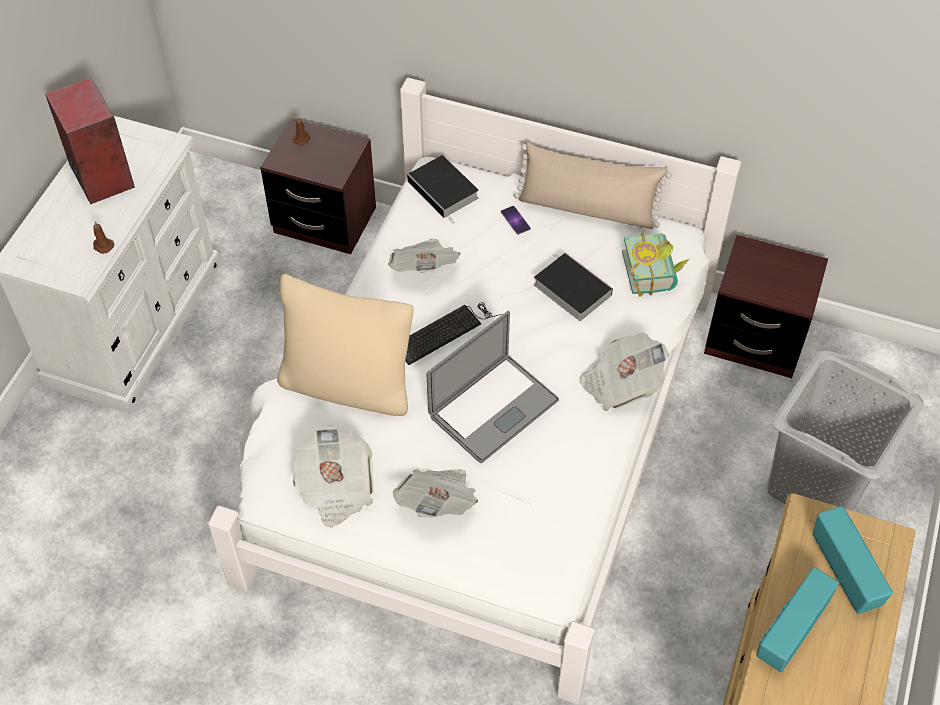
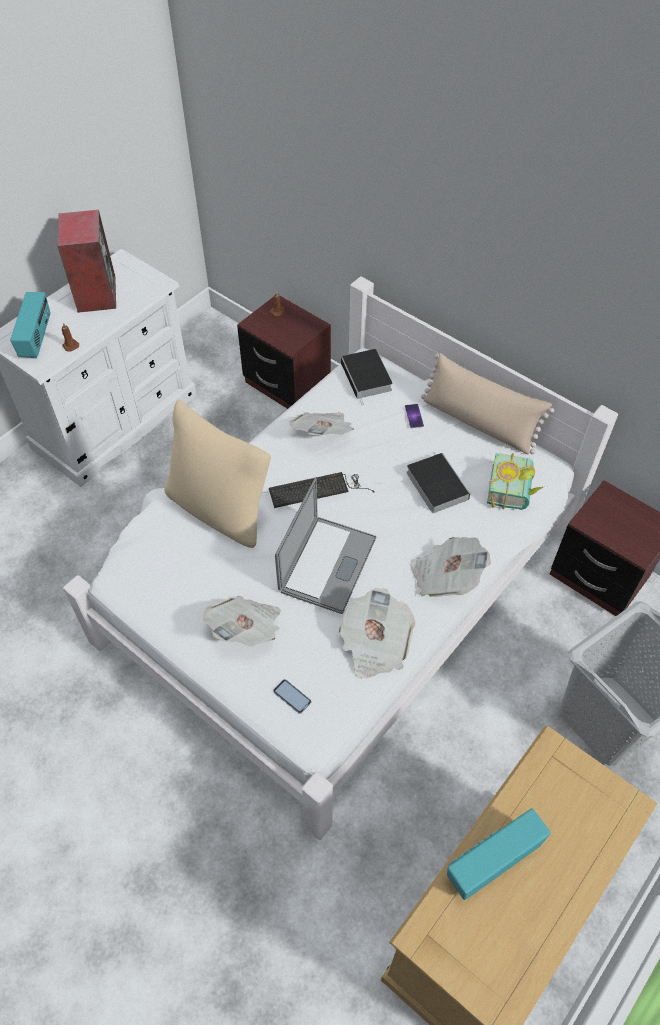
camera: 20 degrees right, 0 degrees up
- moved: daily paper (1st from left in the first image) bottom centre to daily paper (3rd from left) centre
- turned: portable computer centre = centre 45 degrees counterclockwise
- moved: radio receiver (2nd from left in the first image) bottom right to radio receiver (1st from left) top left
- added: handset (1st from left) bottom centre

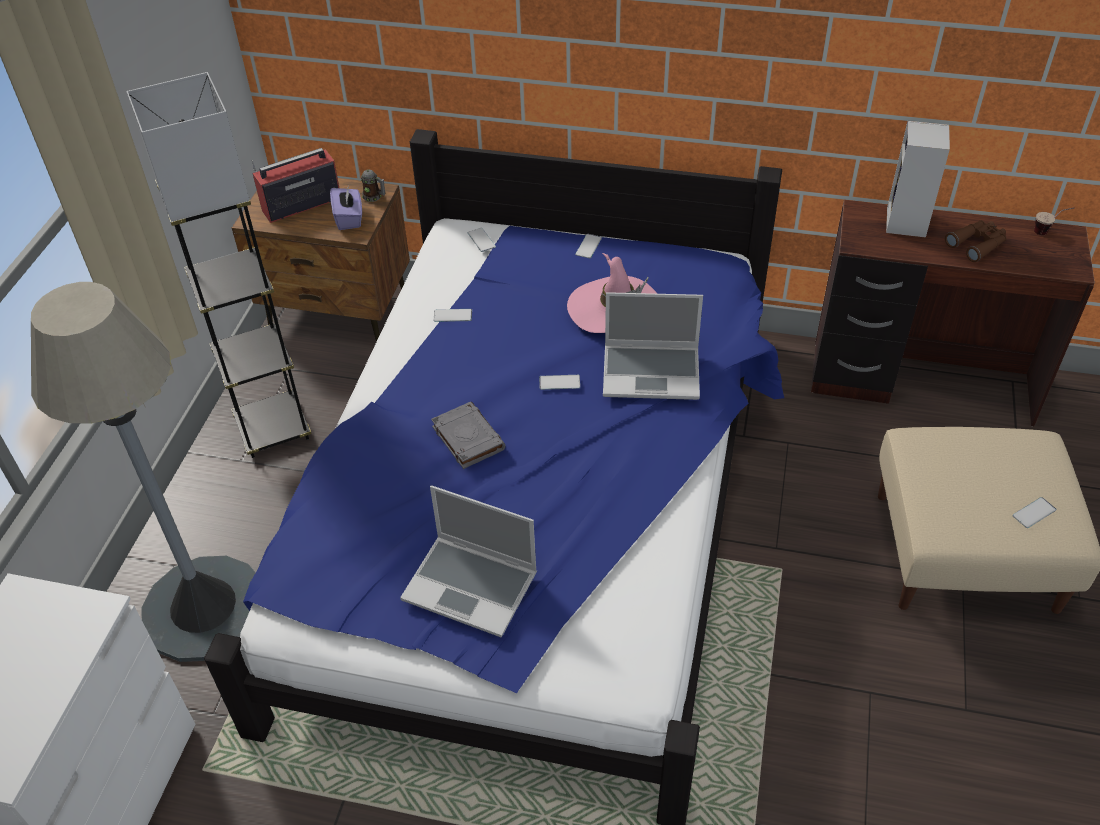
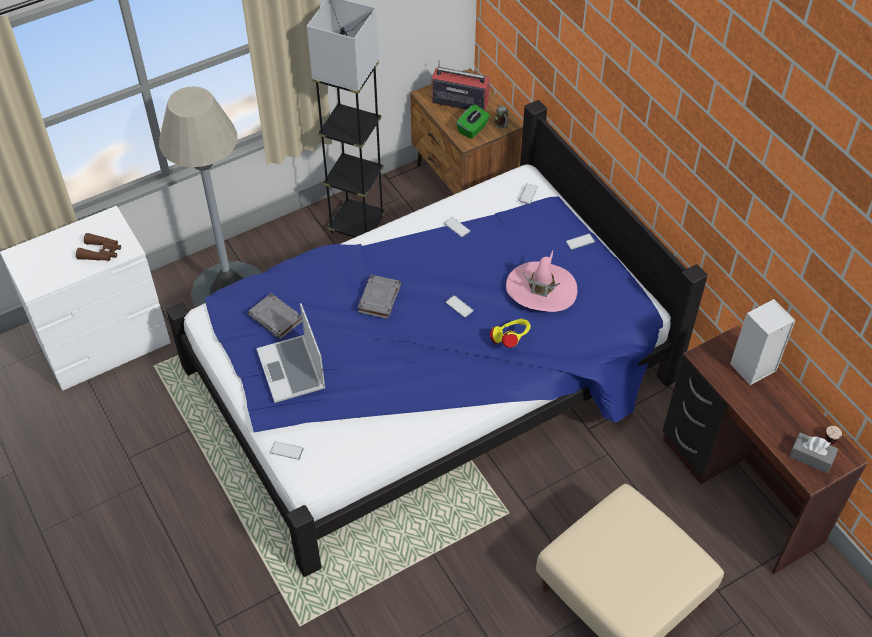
camera: 45 degrees right, 5 degrees up
- recoloured: purplish tissue holder top left to greenish tissue holder top centre
- replaced: portable computer (2nd from left) centre to yellowish headset centre
- moved: brown-coloured pair of binoculars top right to middle left
- moved: handset (5th from left in the first image) middle right to handset (1st from left) bottom left
- added: greyish volume (1st from left) middle left
- added: greyish tissue holder bottom right

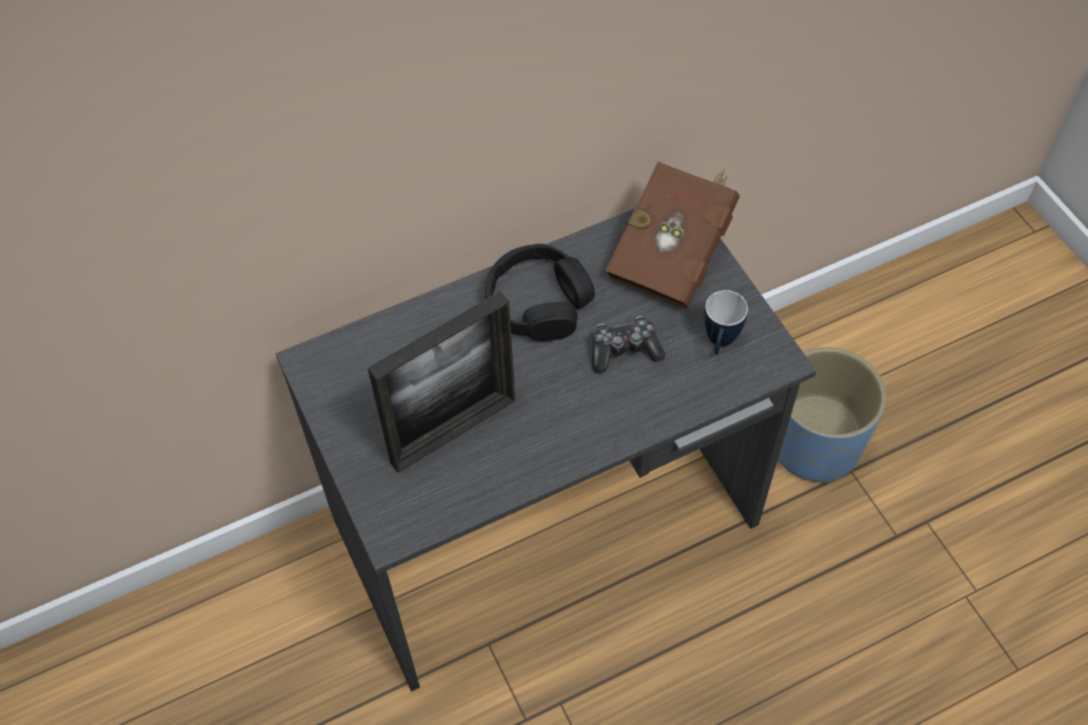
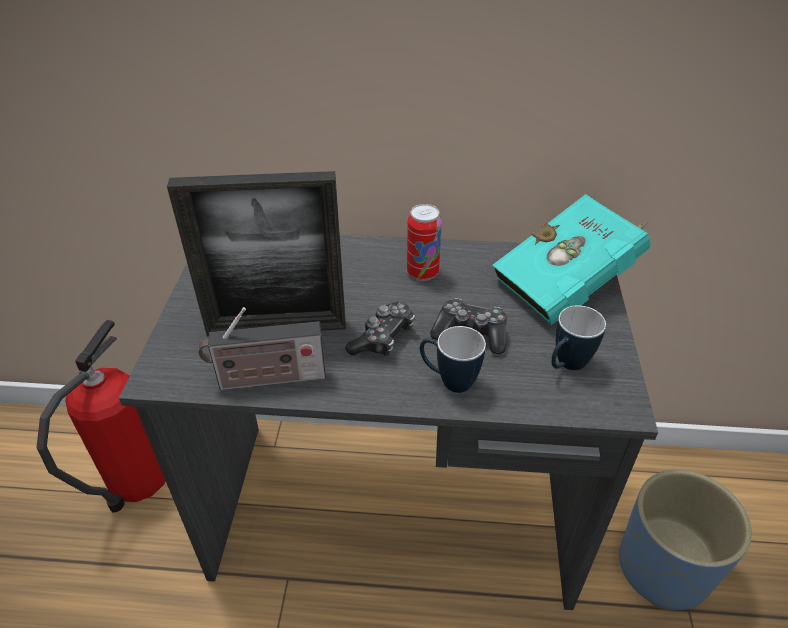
camera: 30 degrees right, 15 degrees down
- replaced: blackish headset centre to sealed can centre
- recoloured: brown-coloured volume top centre to turquoise volume middle right
- added: fire extinguisher middle left
- added: radio receiver middle left
- added: game controller (1st from left) centre
- added: mug (1st from left) centre

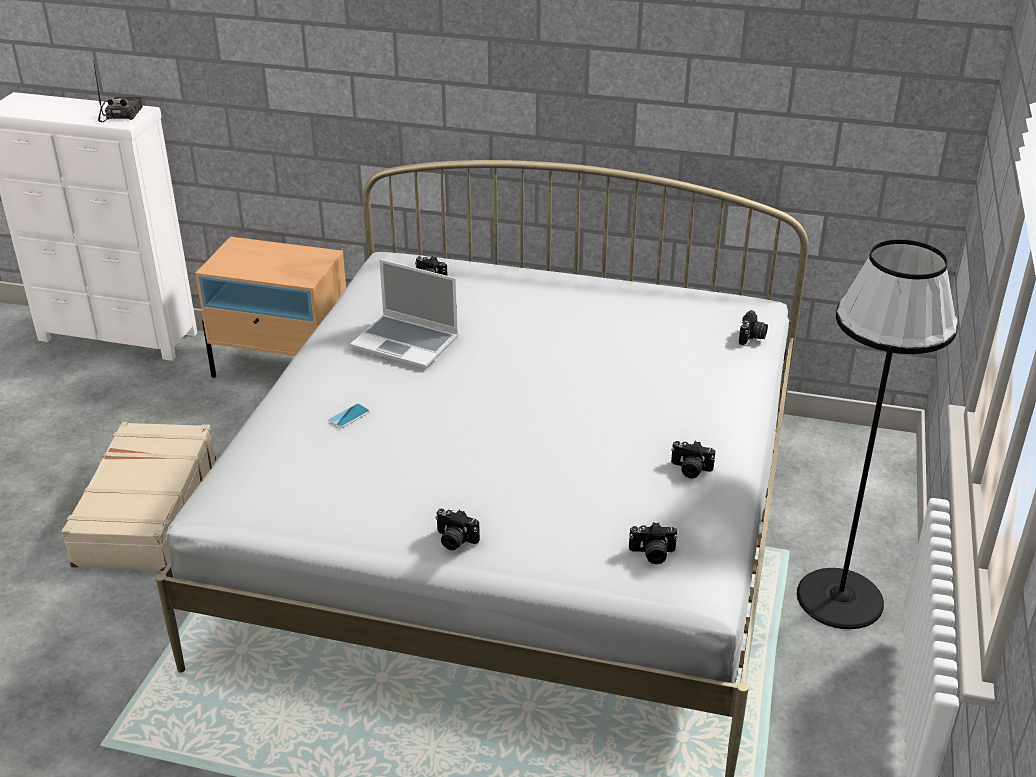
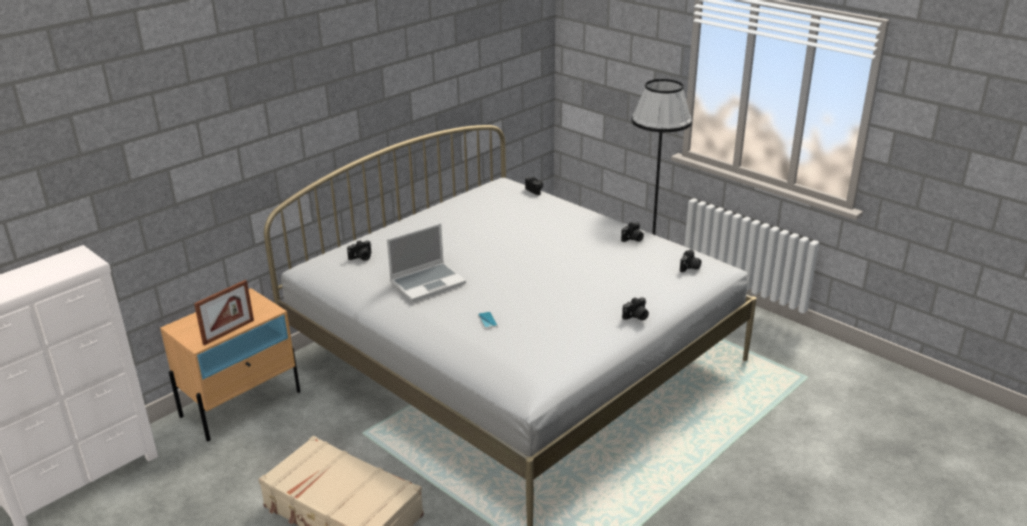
camera: 60 degrees left, 5 degrees down
- removed: radio receiver top left
- added: picture frame middle left

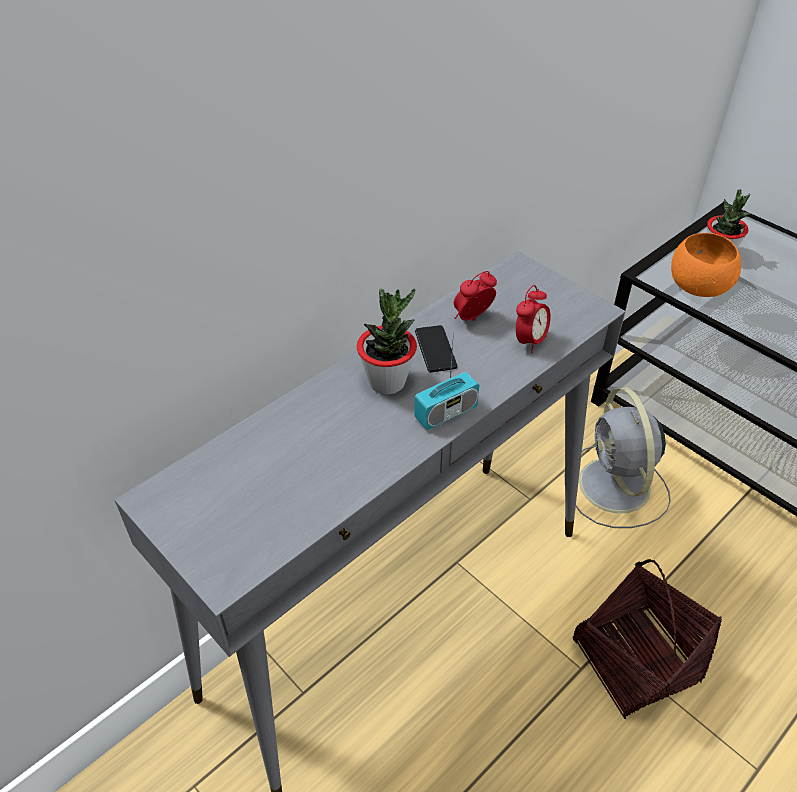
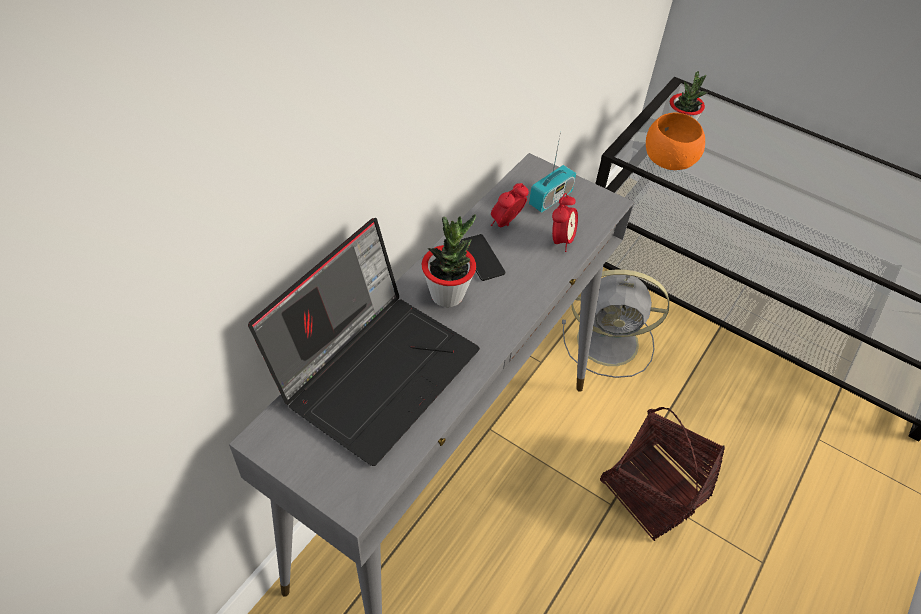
camera: 15 degrees left, 5 degrees up
- moved: radio receiver centre to top centre
- turned: greyish cooling fan middle right = middle right 60 degrees counterclockwise
- added: portable computer centre

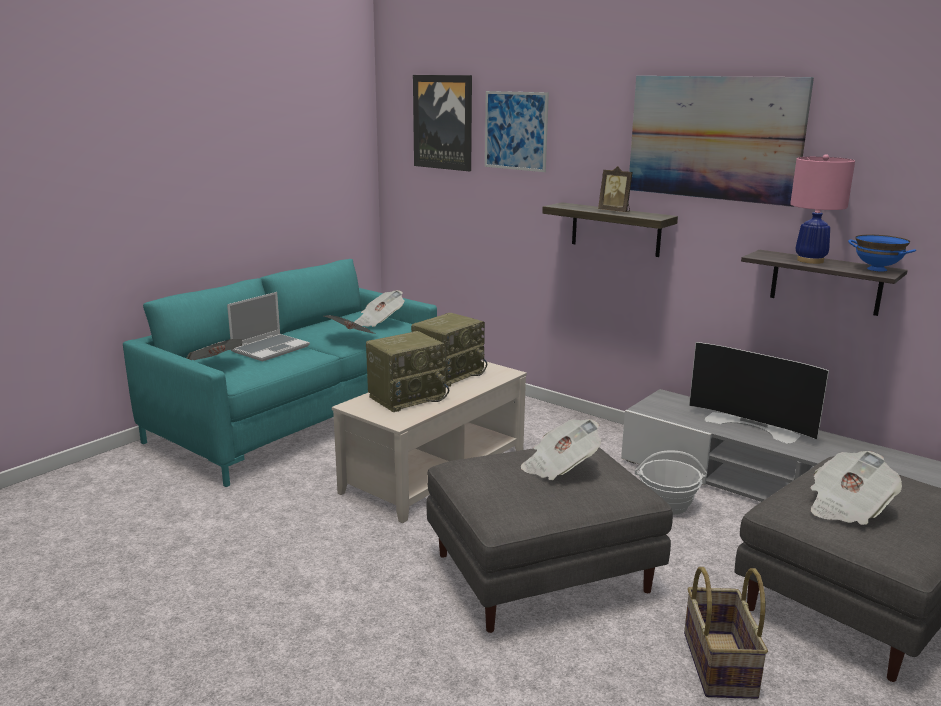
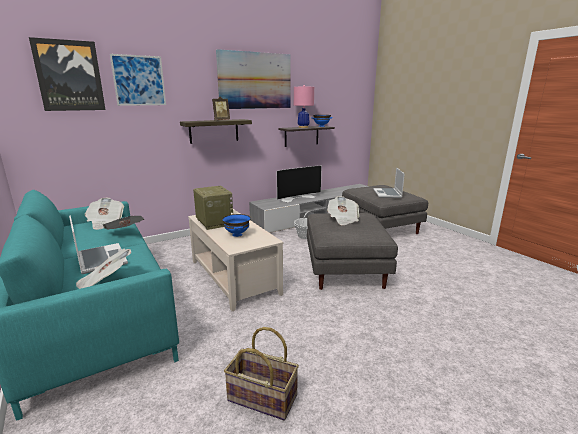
camera: 70 degrees left, 0 degrees up
- replaced: radio receiver (1st from left) centre to blue deep dish (1st from left) centre
- moved: household basket (2nd from left in the first image) bottom right to household basket (1st from left) bottom centre
- replaced: daily paper (5th from left) bottom right to portable computer (2nd from left) middle right

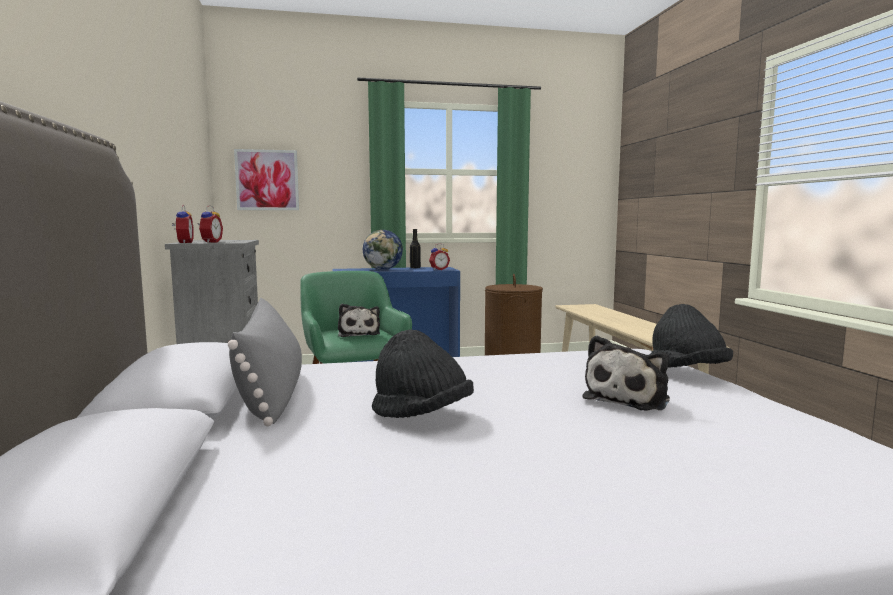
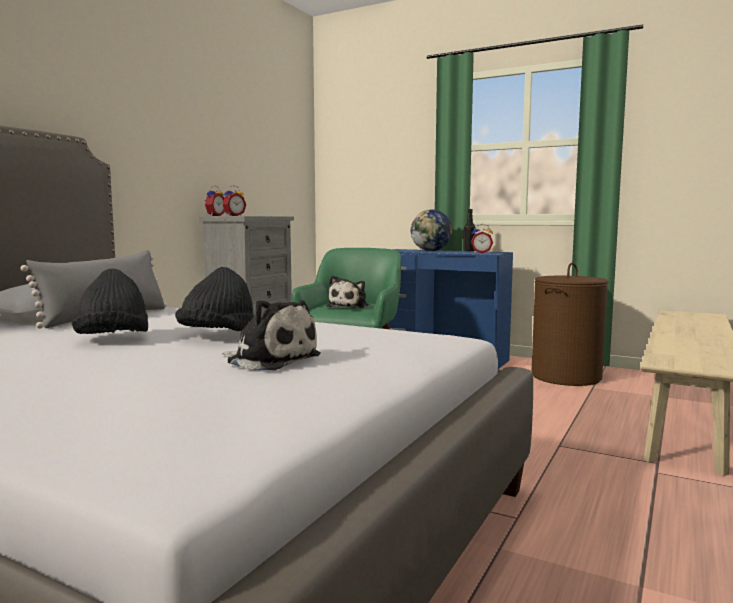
camera: 40 degrees right, 0 degrees up
- removed: picture top left
- turned: cuddly toy (2nd from left in the first image) middle right = centre 135 degrees counterclockwise
- moved: blackish clothing hat (2nd from left) middle right to middle left

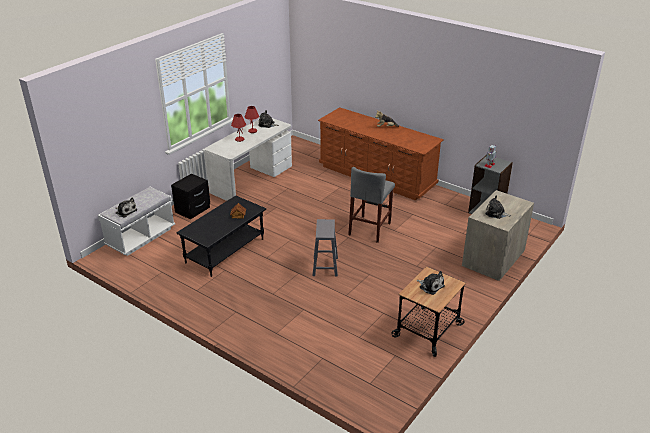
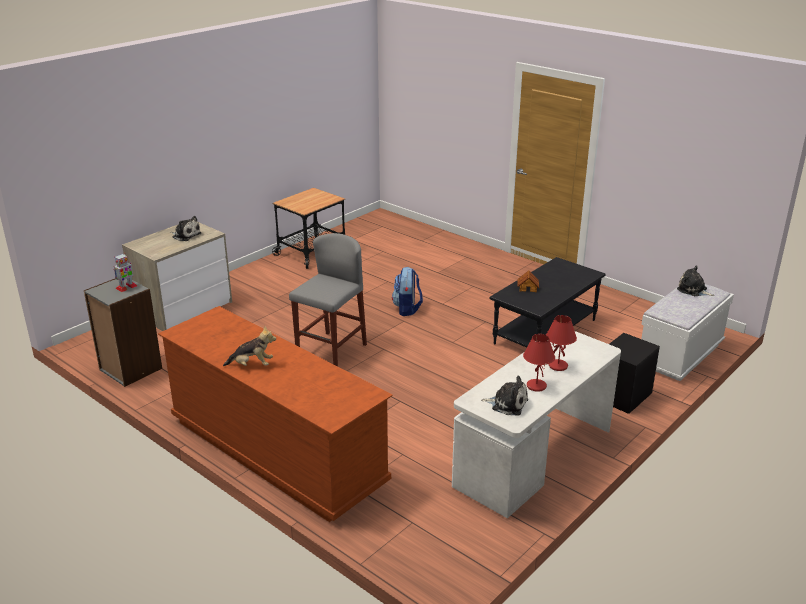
camera: 175 degrees left, 5 degrees down
- replaced: greyish stool (1st from left) centre to rucksack centre
- removed: cuddly toy (4th from left) centre

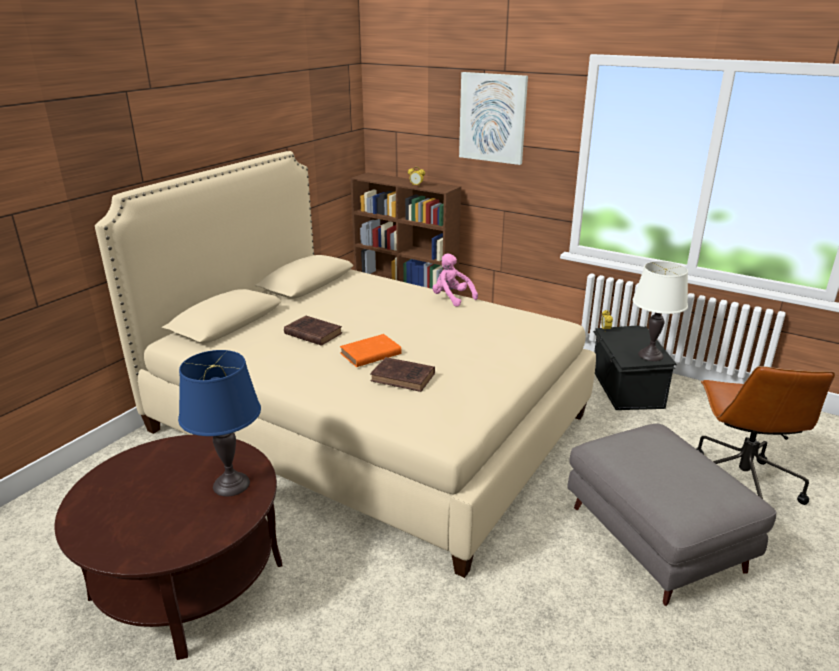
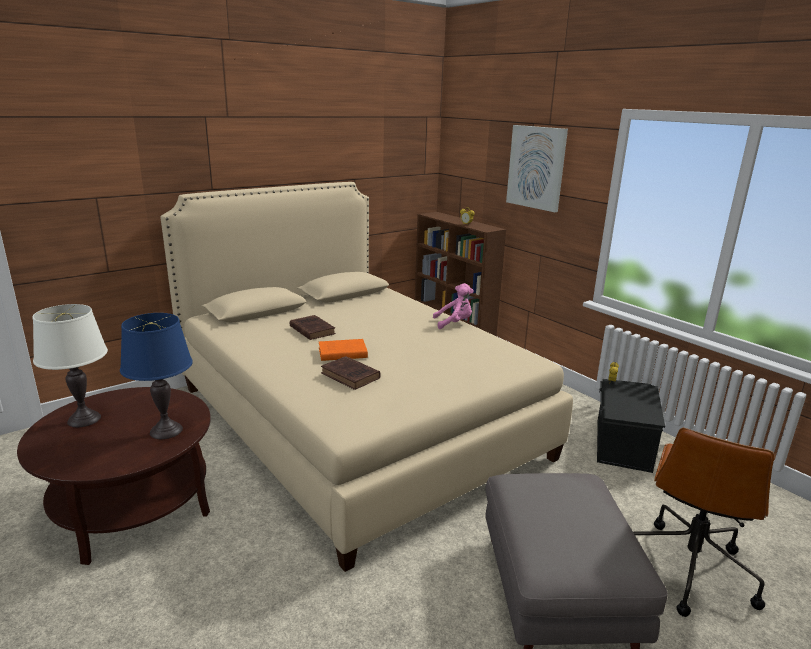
camera: 20 degrees right, 5 degrees down
- turned: pink-coloured cuddly toy centre = centre 105 degrees clockwise
- moved: white-coloured lamp for a table middle right to middle left

